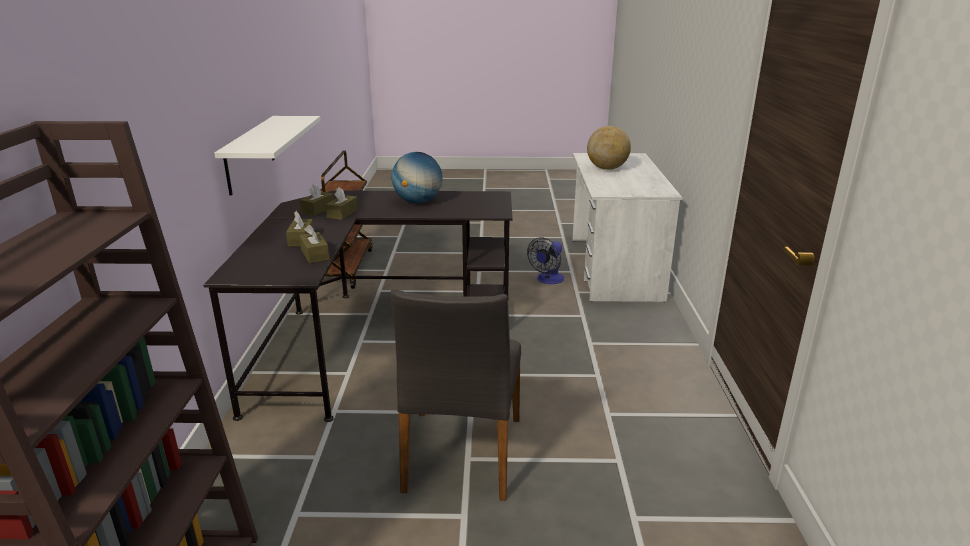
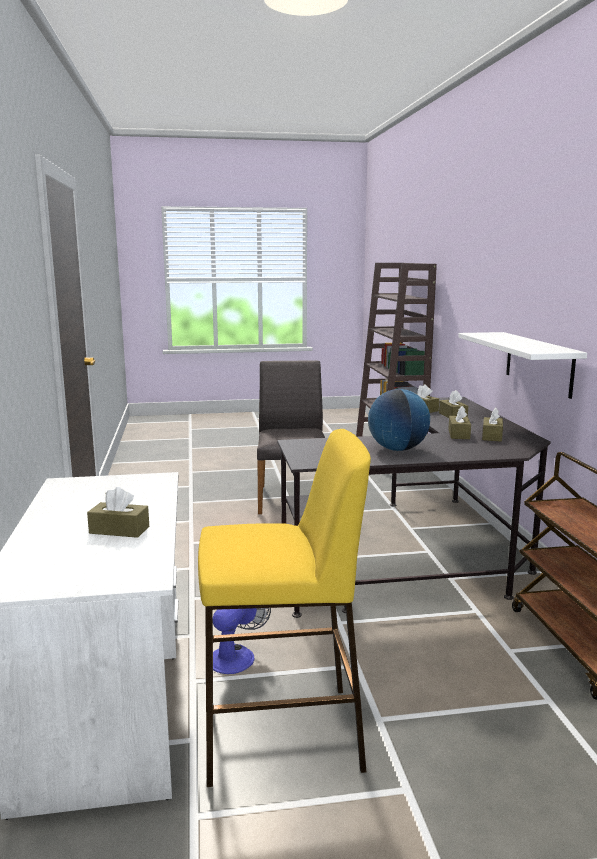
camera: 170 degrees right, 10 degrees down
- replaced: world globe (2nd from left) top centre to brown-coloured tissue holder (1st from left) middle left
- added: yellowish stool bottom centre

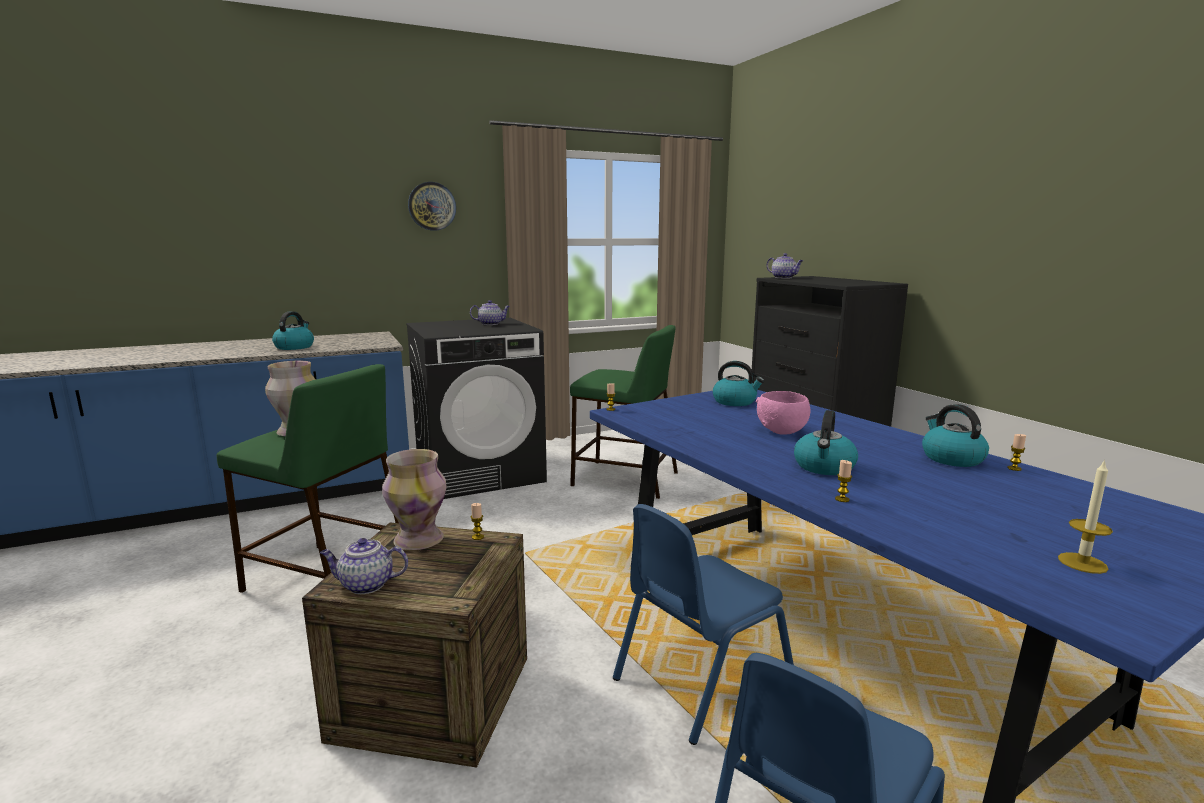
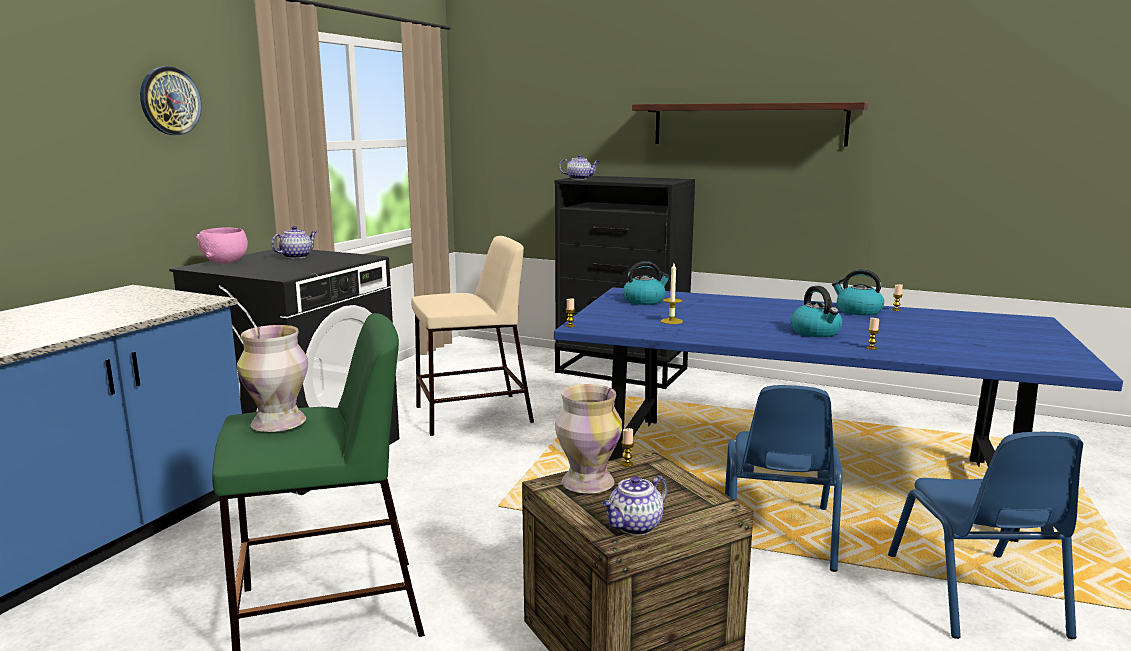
camera: 40 degrees left, 0 degrees up
- removed: kettle (1st from left) middle left
- recoloured: greenish stool (2nd from left) centre to beige-coloured stool centre
- moved: pink-coloured deep dish centre to middle left
- moved: wax candle (5th from left in the first image) middle right to wax candle (3rd from left) centre
- added: shelf top centre

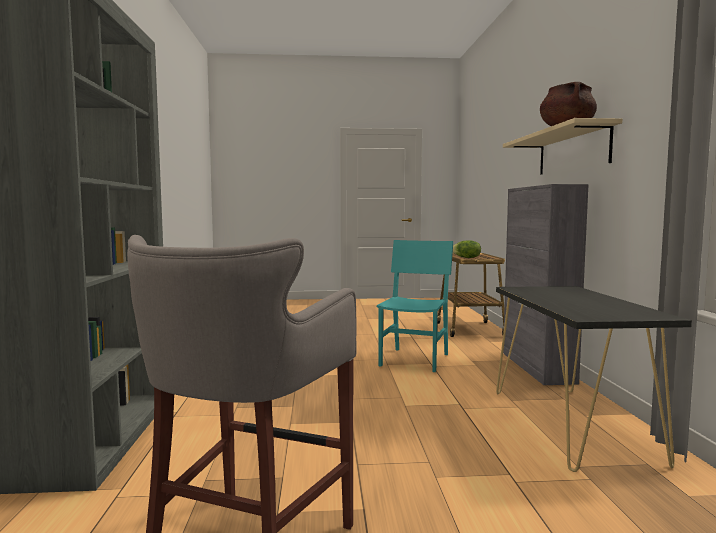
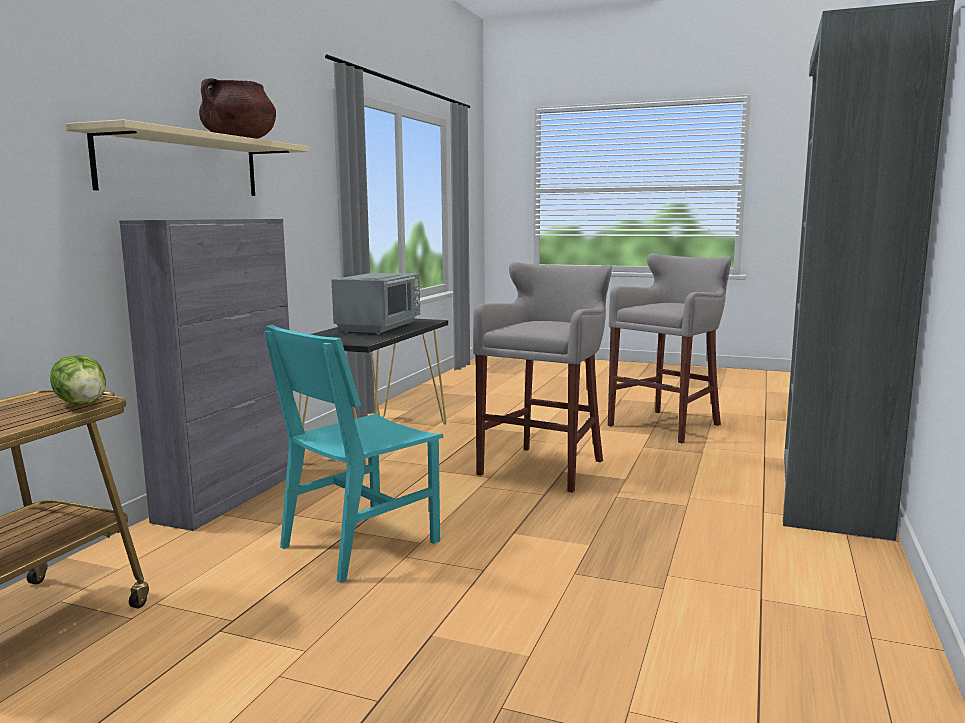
camera: 155 degrees left, 5 degrees up
- added: greyish microwave centre
- added: greyish stool (1st from left) centre

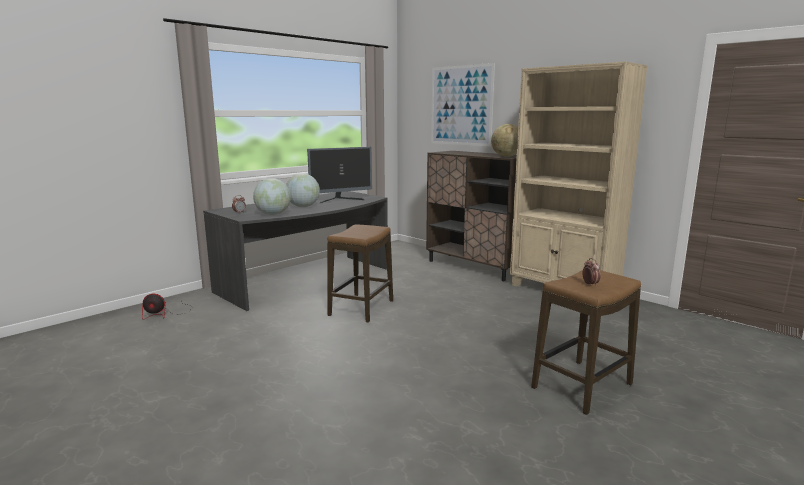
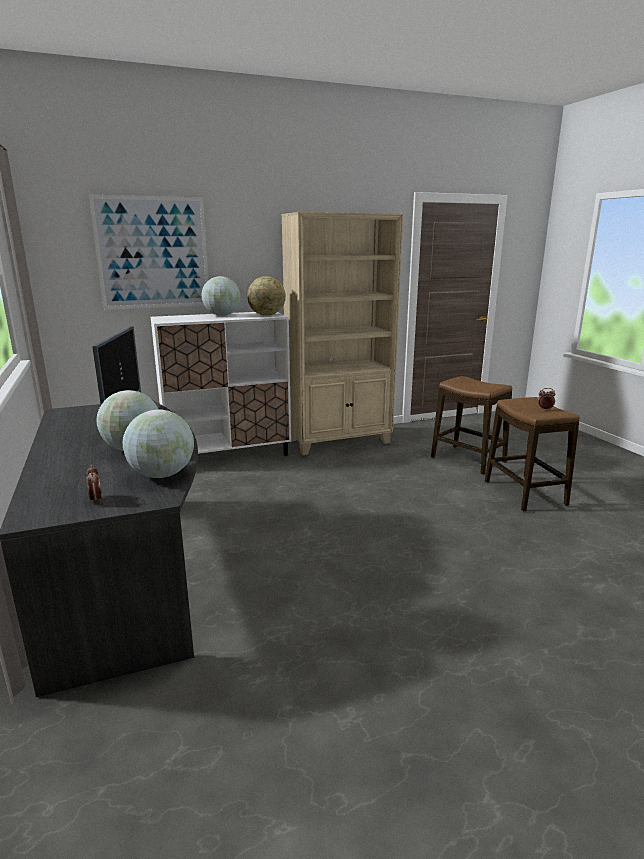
camera: 65 degrees left, 5 degrees up
- removed: cooling fan middle left
- moved: stool (1st from left) centre to middle right
- recoloured: brown-coloured storage cabinet centre to white-coloured storage cabinet centre
- added: world globe (3rd from left) centre

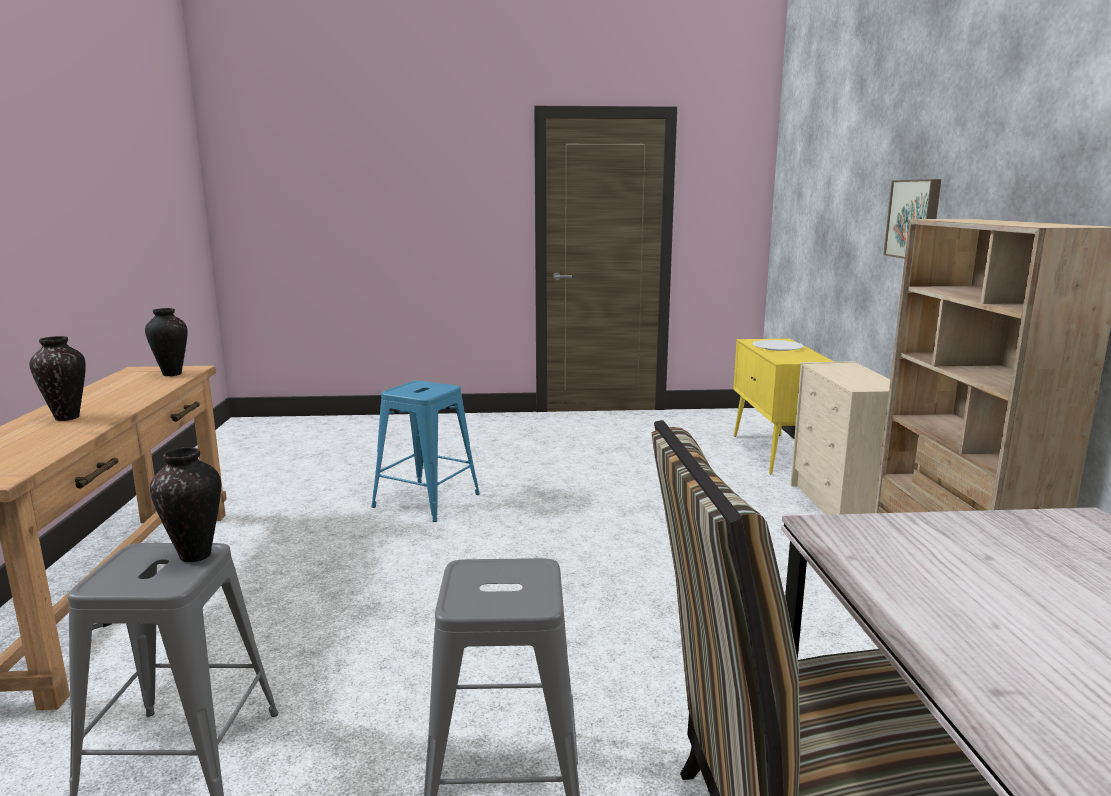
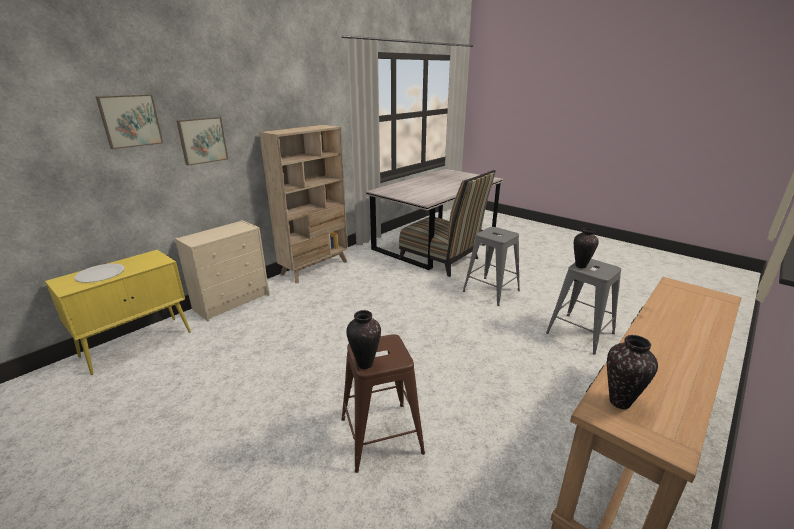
camera: 135 degrees left, 10 degrees up
- moved: flower vase (1st from left) middle left to centre
- recoloured: blue stool centre to brown-coloured stool bottom centre
- added: picture (1st from left) top left

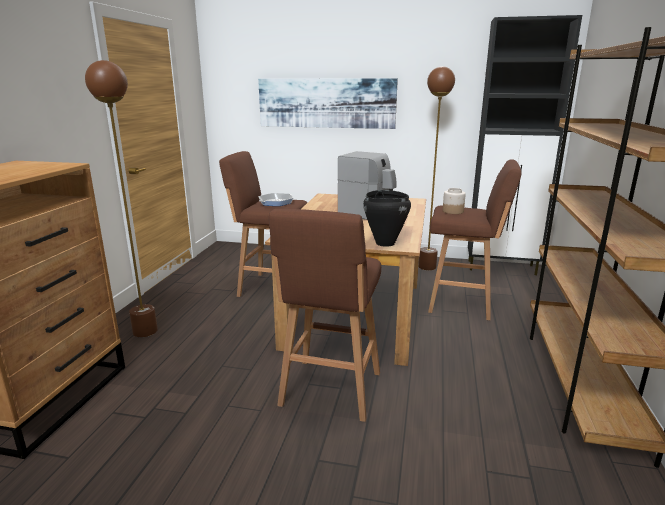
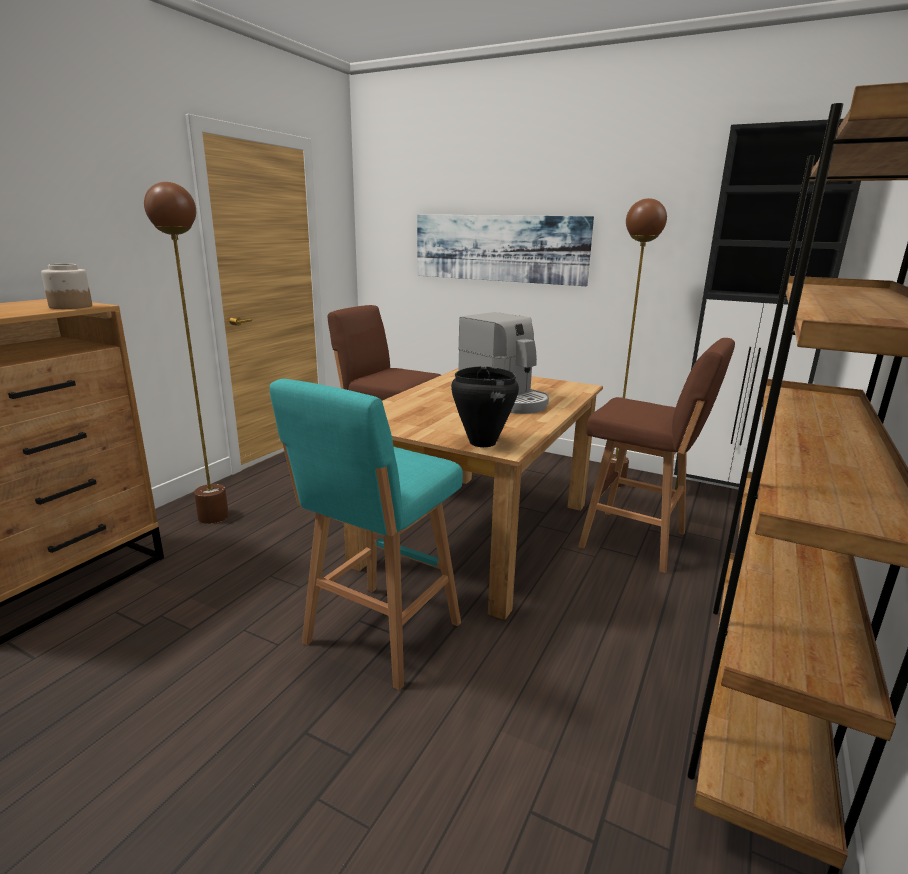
camera: 15 degrees right, 0 degrees up
- removed: pan centre
- recoloured: brown-coloured stool (2nd from left) centre to turquoise stool centre
- moved: preserve jar middle right to top left

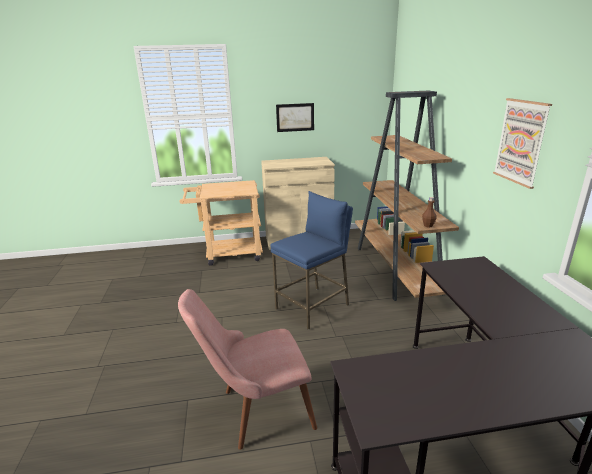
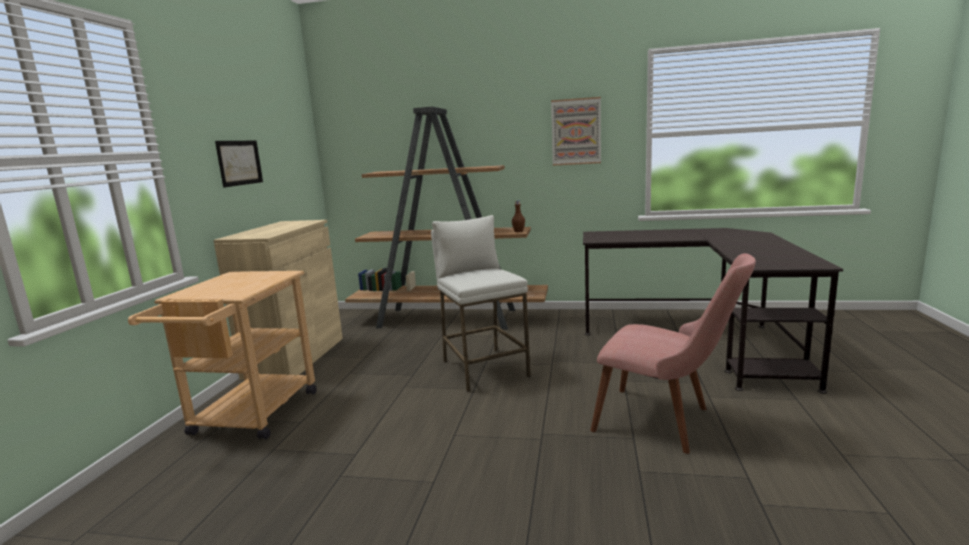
camera: 70 degrees left, 10 degrees down
- turned: pink-coloured plain chair bottom centre = middle right 60 degrees counterclockwise
- recoloured: blue stool centre to white-coloured stool centre

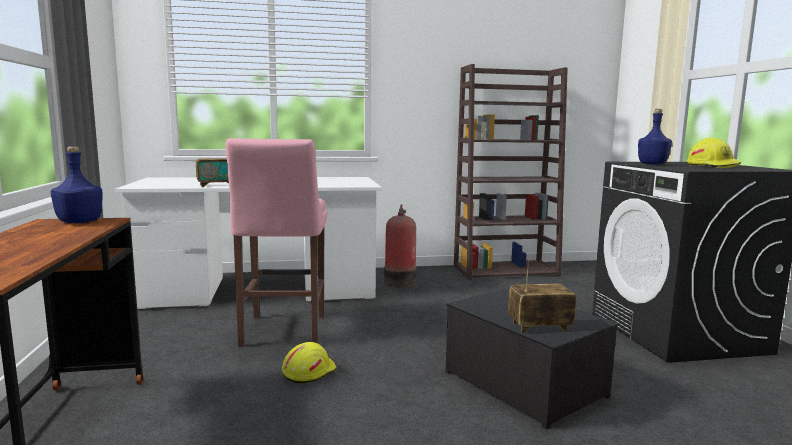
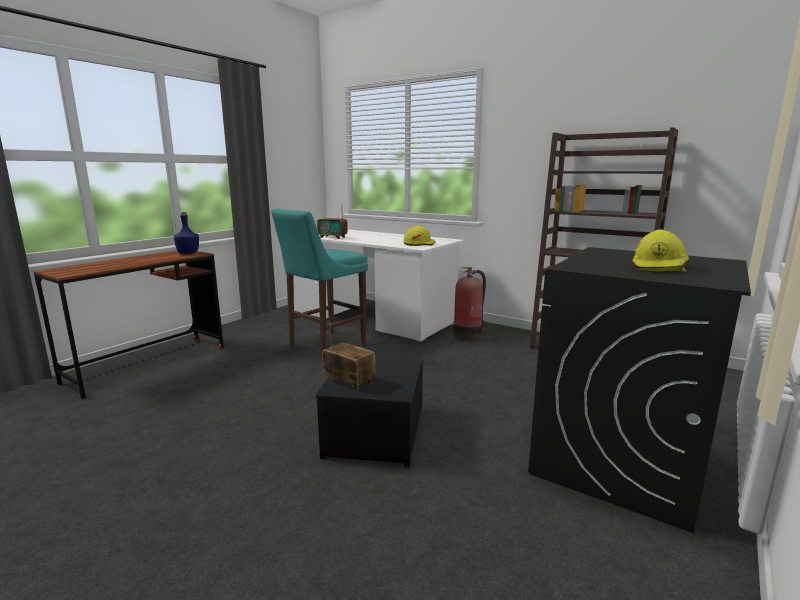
camera: 45 degrees right, 5 degrees up
- recoloured: pink-coloured stool centre to turquoise stool centre
- moved: yellowish hard hat (1st from left) bottom centre to centre
- removed: blue drink bottle (2nd from left) top right

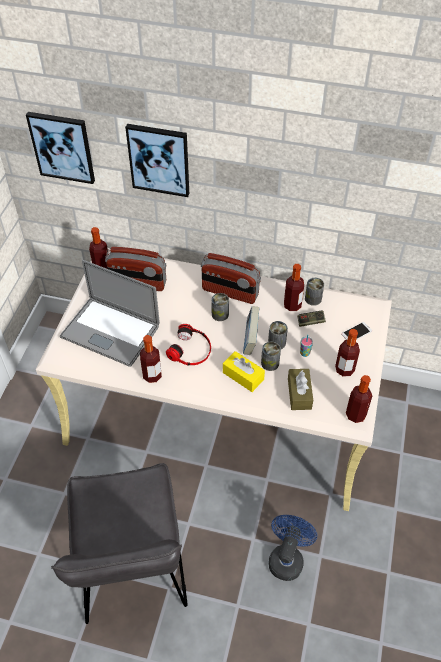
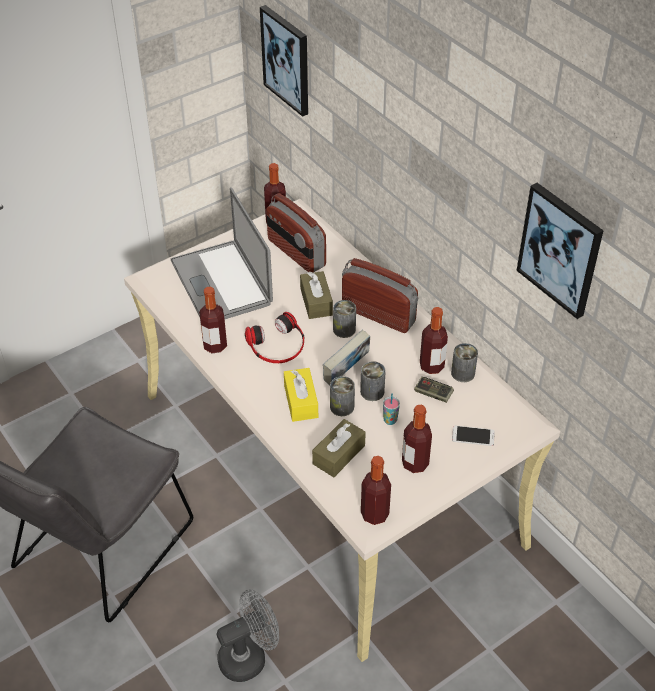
camera: 40 degrees right, 5 degrees down
- moved: picture (2nd from left) top centre to middle right
- turned: radio receiver (2nd from left) centre = centre 150 degrees clockwise
- recoloured: blue cooling fan bottom centre to greyish cooling fan bottom centre
- added: brown-coloured tissue holder (1st from left) centre

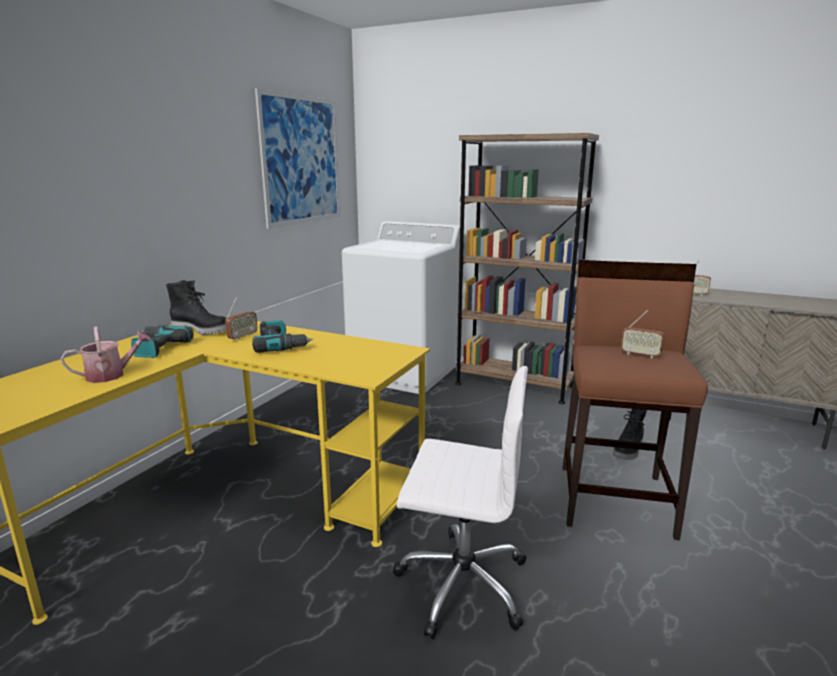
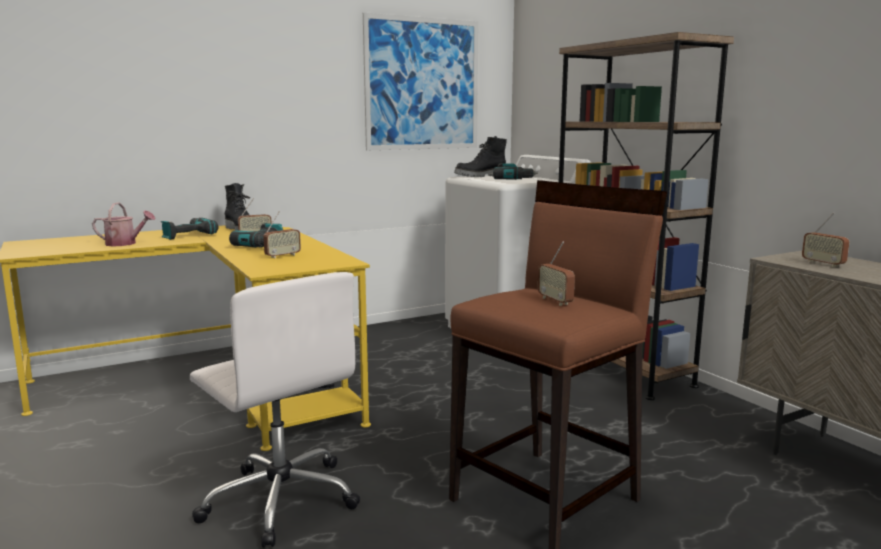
camera: 35 degrees right, 5 degrees down
- moved: blackish high-top boot (2nd from left) middle right to top centre
- added: radio receiver (2nd from left) middle left
- added: electric drill (3rd from left) top centre

